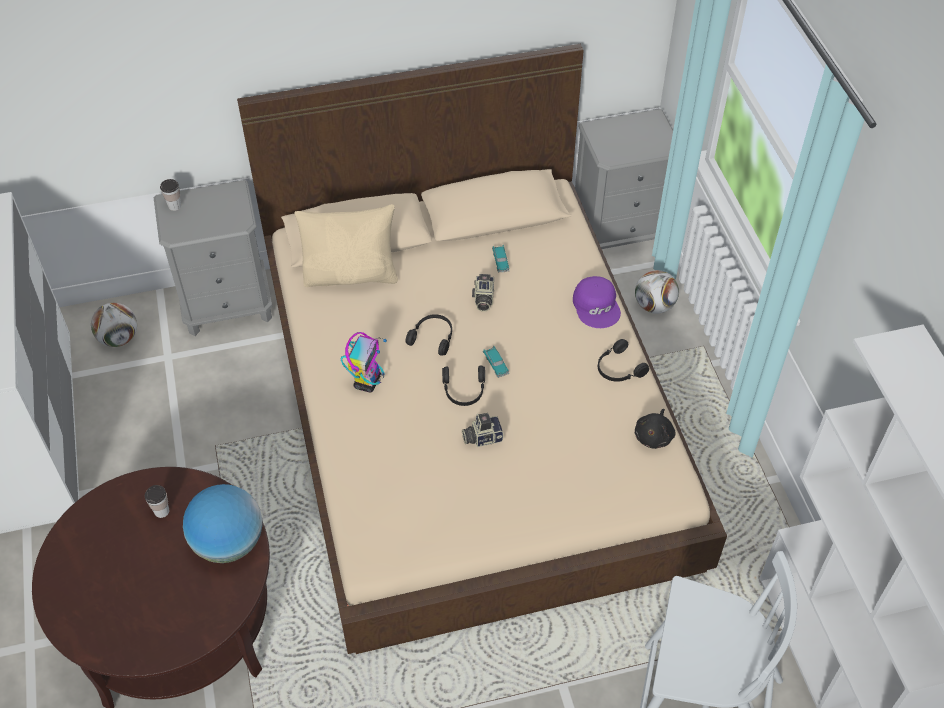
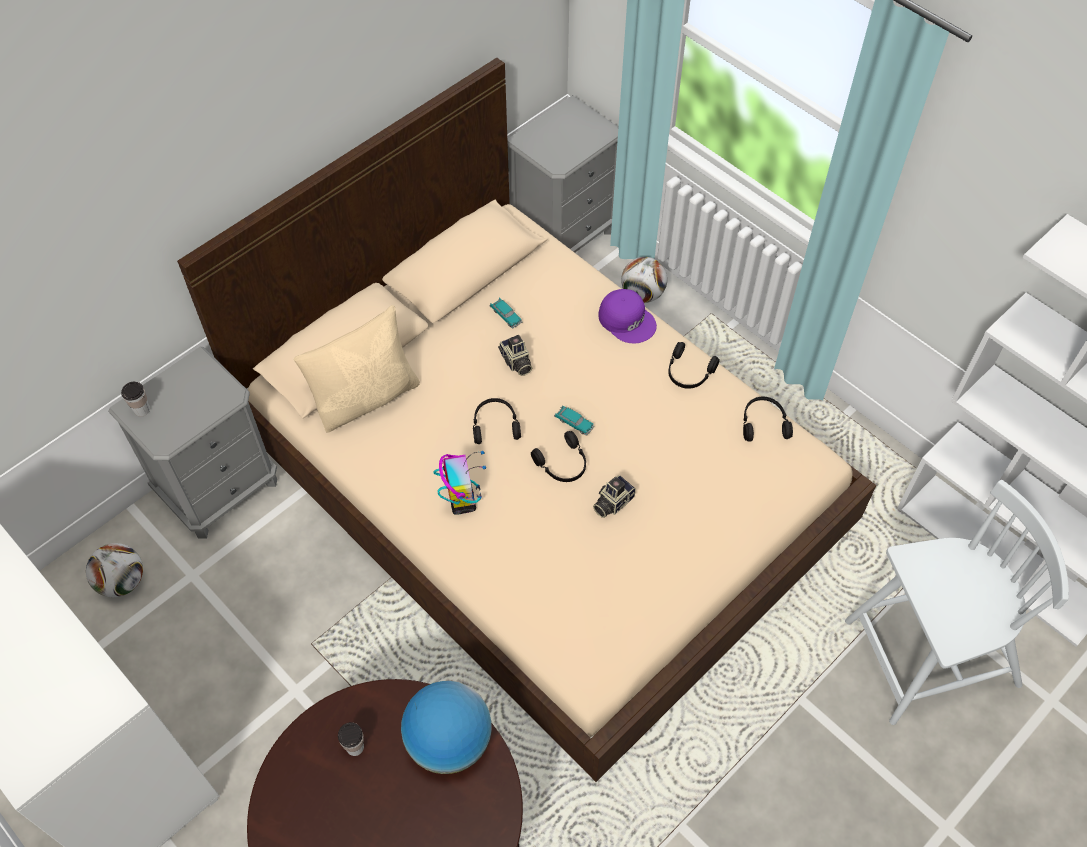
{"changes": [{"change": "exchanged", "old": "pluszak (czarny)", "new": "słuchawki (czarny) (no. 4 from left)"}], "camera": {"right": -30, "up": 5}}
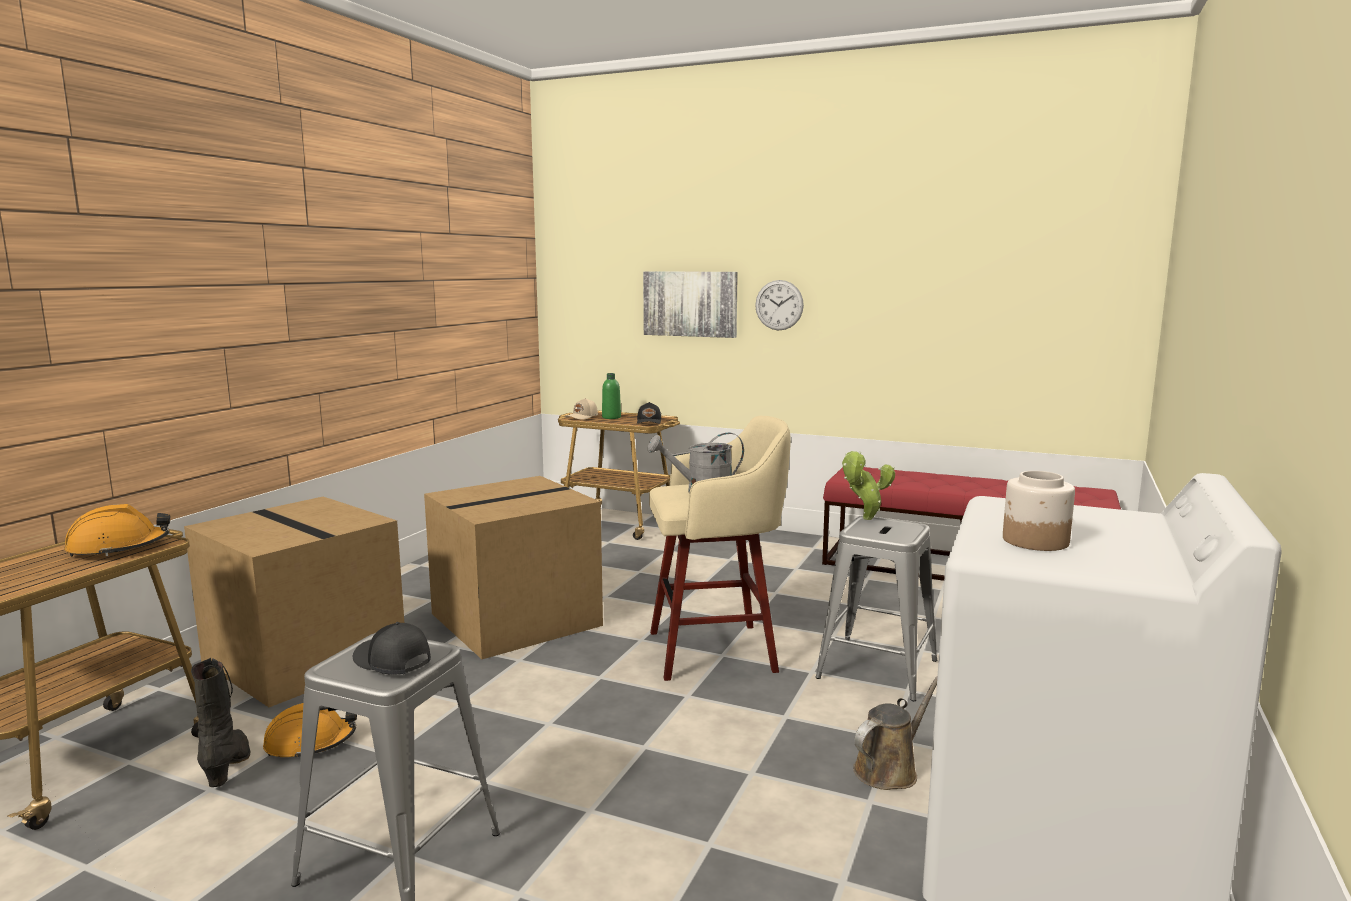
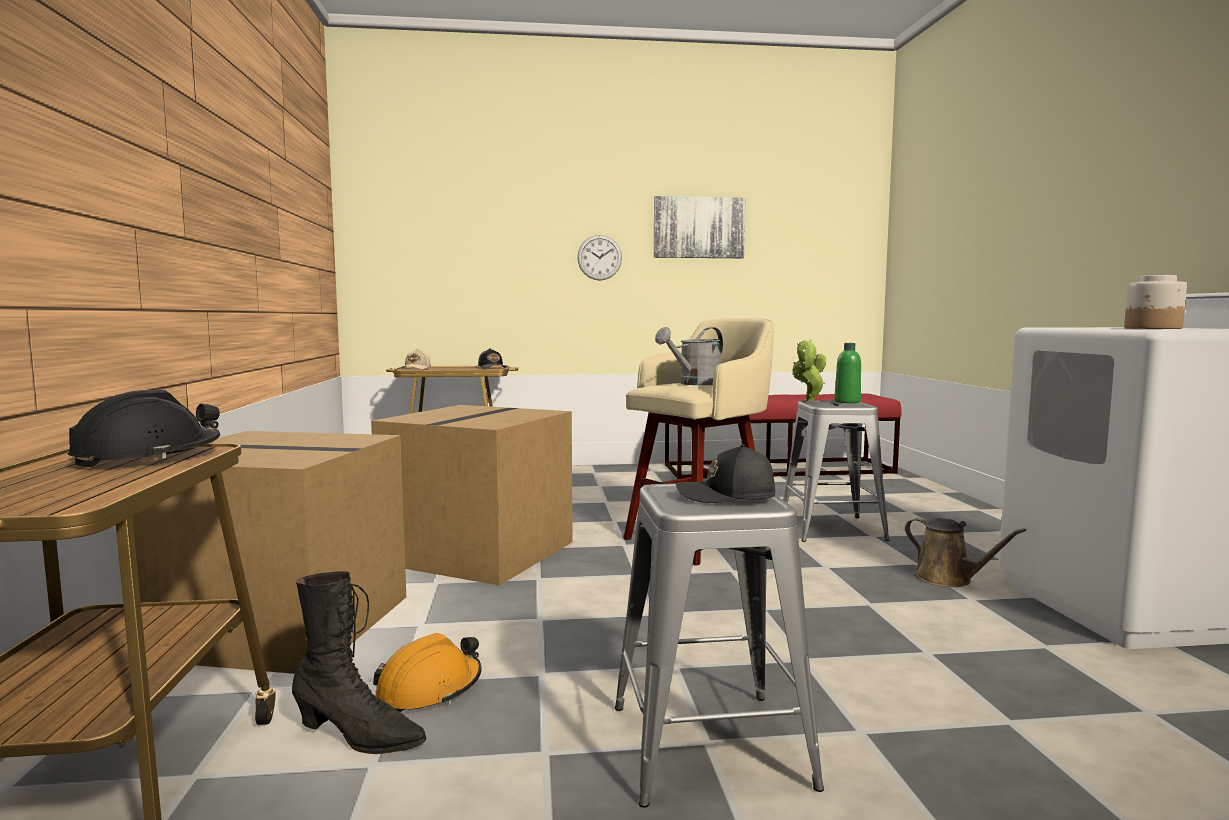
{"changes": [{"change": "relocated", "old": "butelka (zielony)"}, {"change": "relocated", "old": "obraz"}, {"change": "colour", "old": "kask (pomarańczowy) (no. 1 from left)", "new": "kask (czarny)"}, {"change": "spun", "old": "but z cholewką (czarny)", "degrees": 150}, {"change": "spun", "old": "konewka (brązowy)", "degrees": 120}], "camera": {"right": -30, "up": -5}}
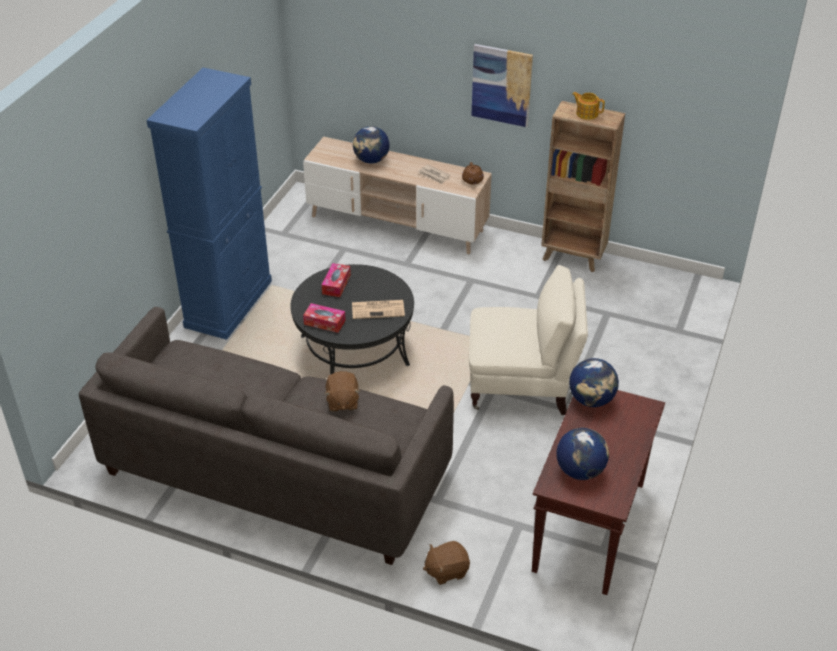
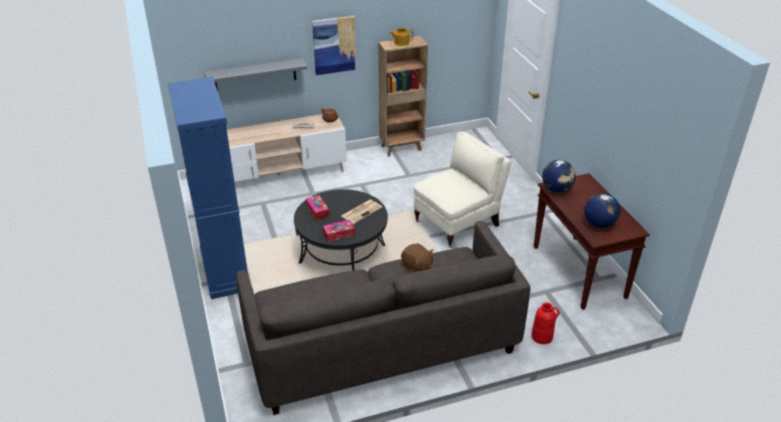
{"changes": [{"change": "missing", "old": "globus (no. 1 from left)"}, {"change": "appeared", "new": "półka (szary)"}, {"change": "exchanged", "old": "pluszak (brązowy) (no. 2 from left)", "new": "wazon (czerwony)"}], "camera": {"right": -40, "up": -5}}
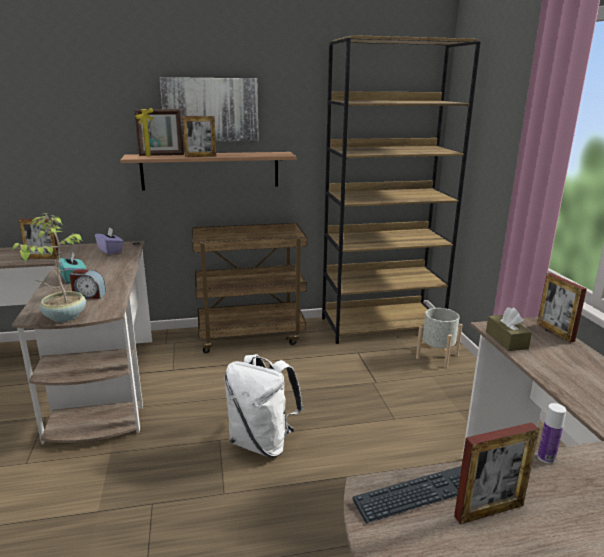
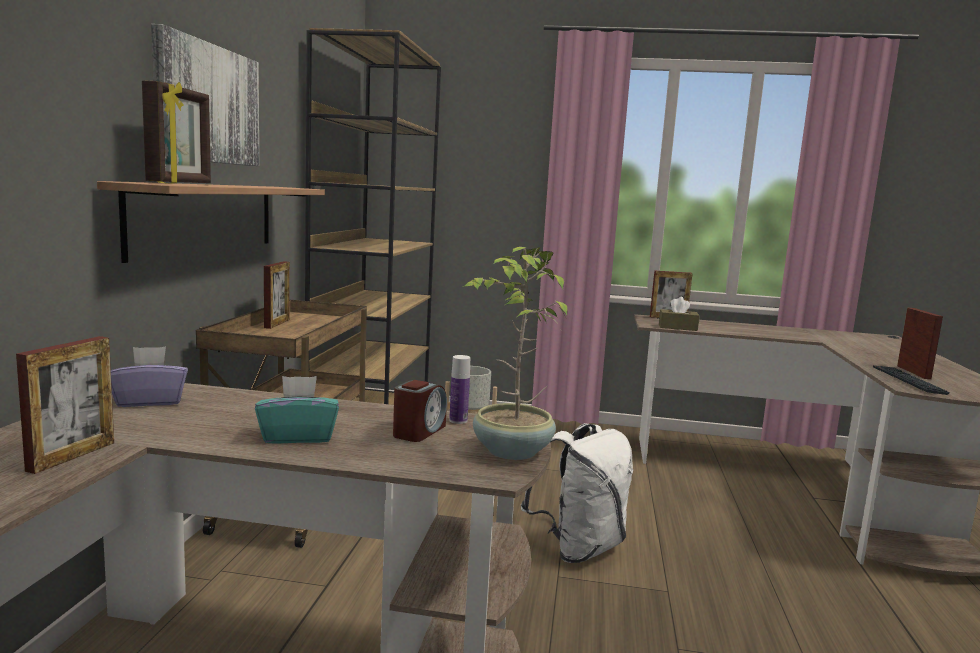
{"changes": [{"change": "relocated", "old": "ramka na zdjęcie (no. 3 from left)"}, {"change": "relocated", "old": "butelka"}], "camera": {"right": -70, "up": -10}}
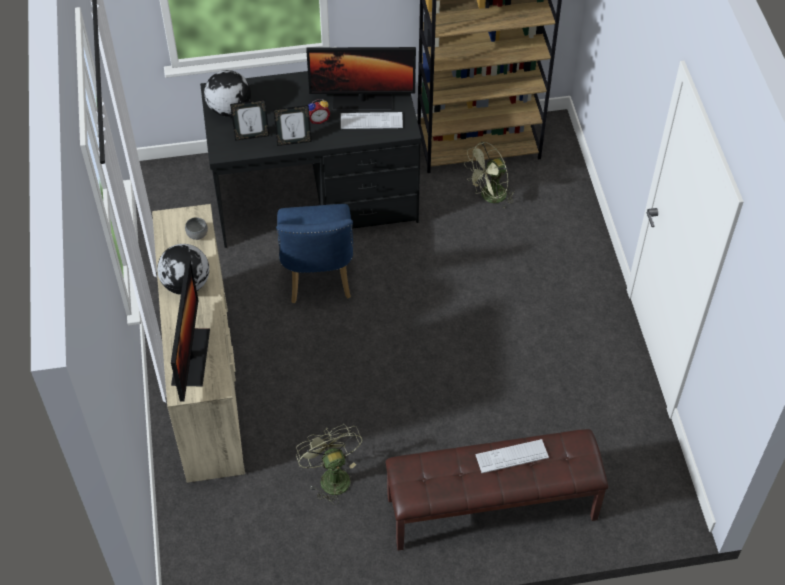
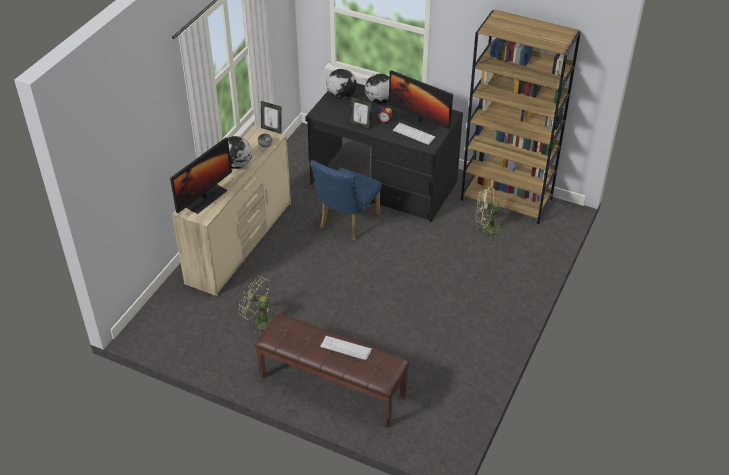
{"changes": [{"change": "appeared", "new": "globus (no. 3 from left)"}, {"change": "relocated", "old": "ramka na zdjęcie (no. 1 from left)"}, {"change": "spun", "old": "wentylator (zielony) (no. 1 from left)", "degrees": -75}], "camera": {"right": 35, "up": -10}}
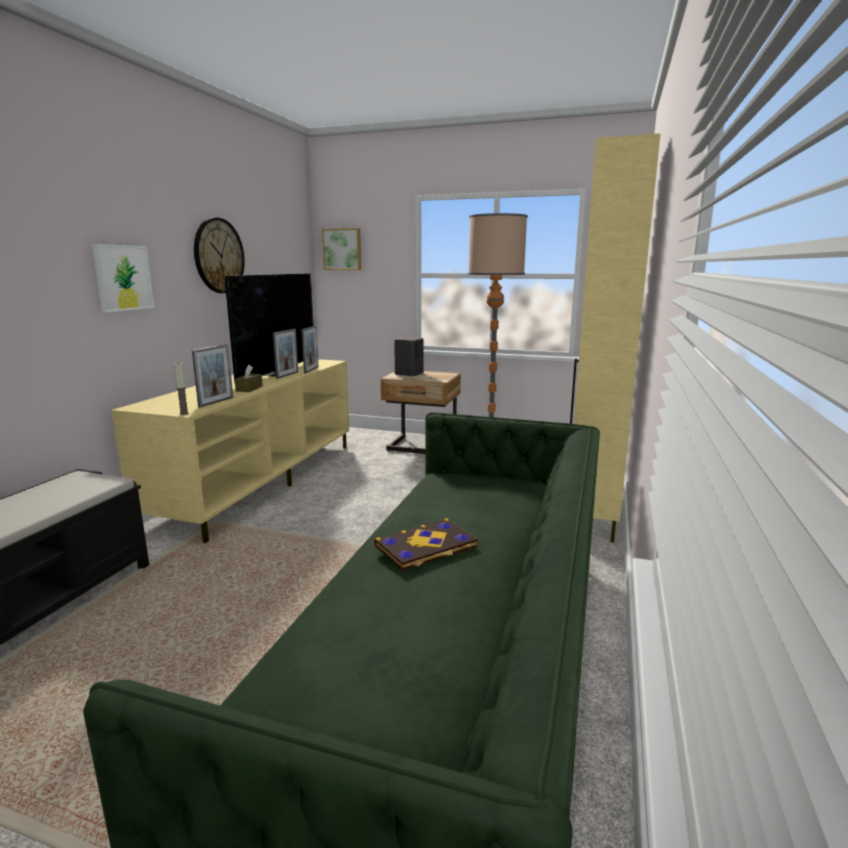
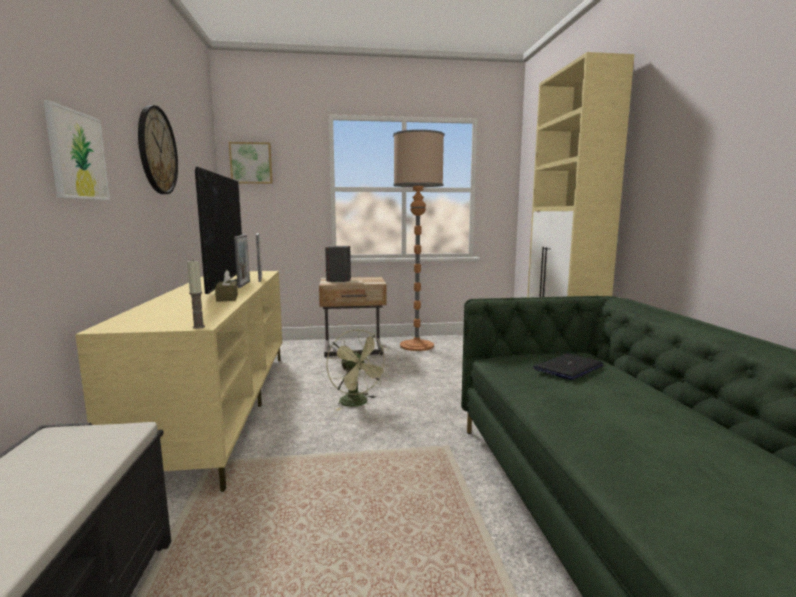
{"changes": [{"change": "missing", "old": "ramka na zdjęcie (no. 1 from left)"}, {"change": "missing", "old": "książka"}, {"change": "appeared", "new": "wentylator (zielony)"}, {"change": "appeared", "new": "laptop"}], "camera": {"right": -25, "up": -5}}
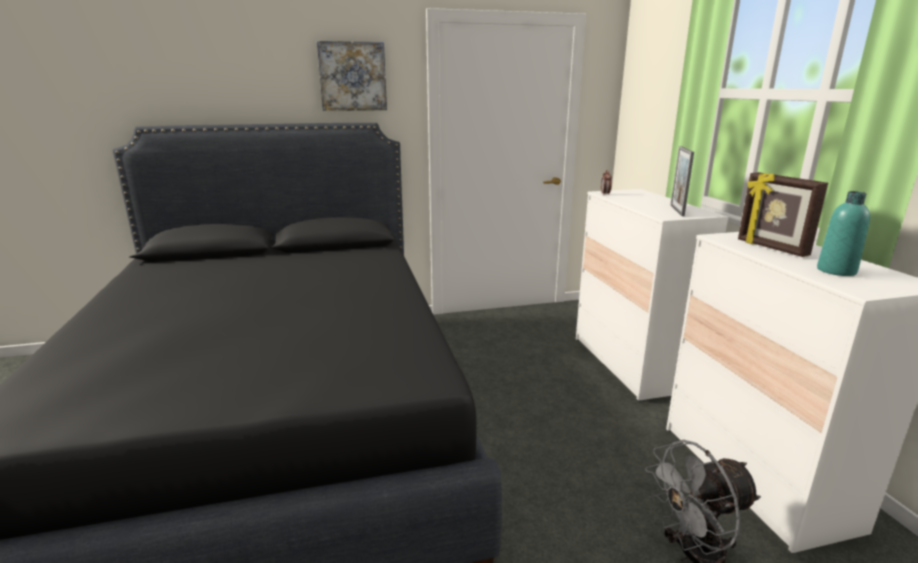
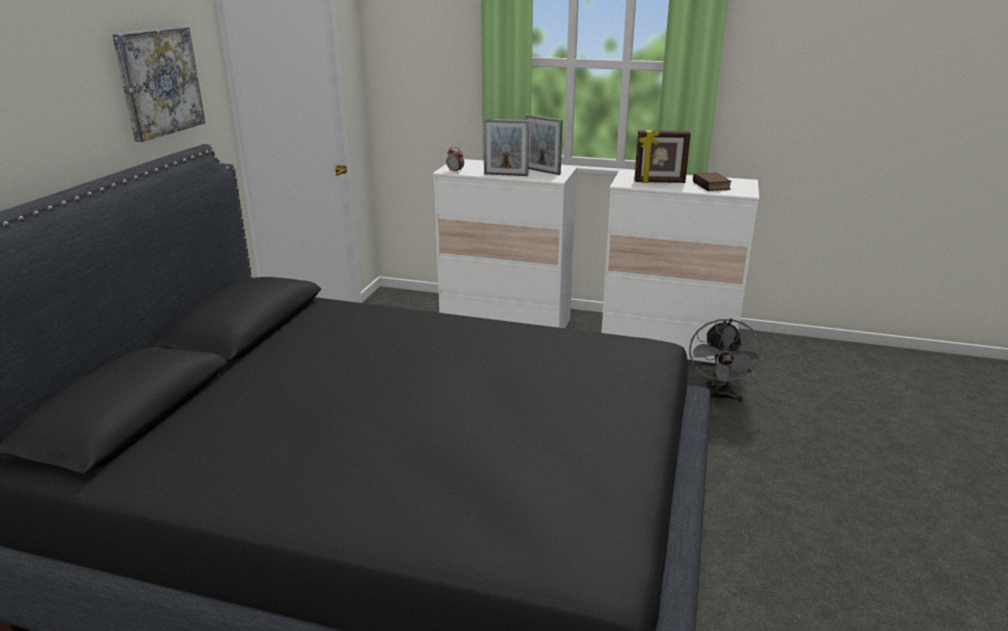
{"changes": [{"change": "appeared", "new": "ramka na zdjęcie (no. 1 from left)"}, {"change": "exchanged", "old": "butelka (turkusowy)", "new": "książka"}], "camera": {"right": -60, "up": 5}}
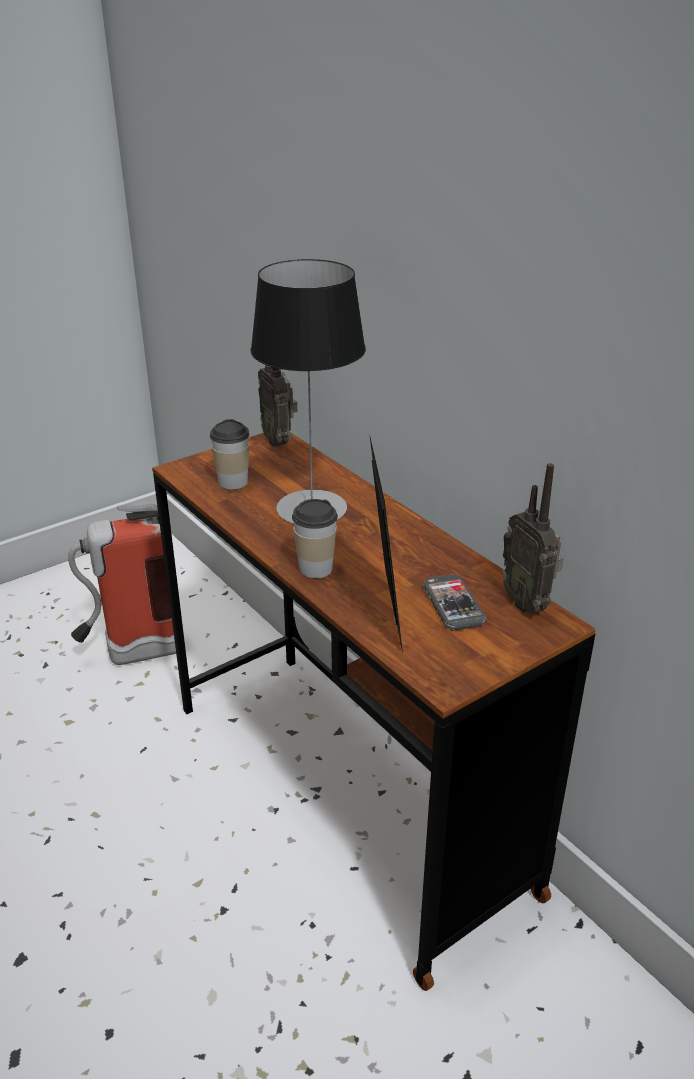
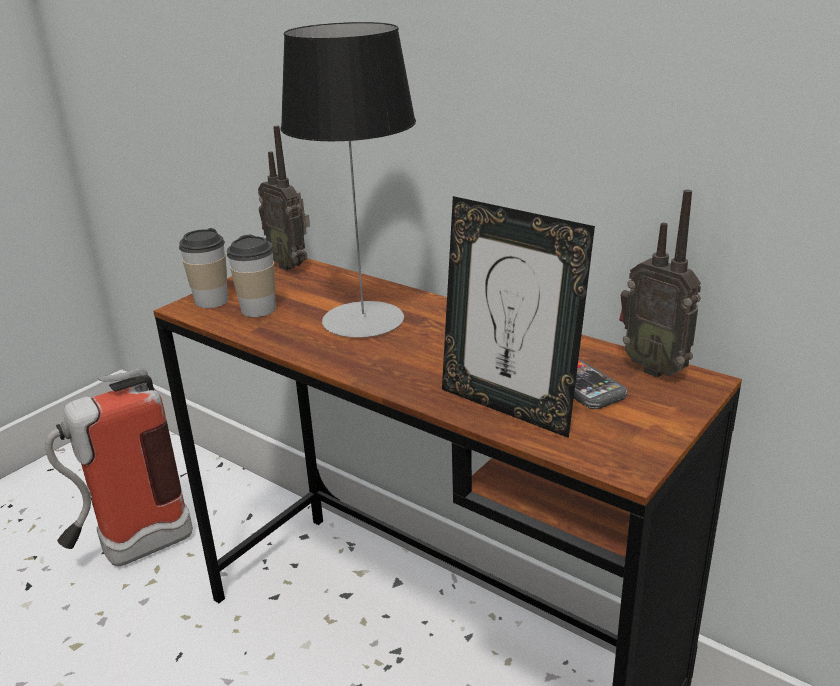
{"changes": [{"change": "relocated", "old": "filiżanka (no. 2 from left in the first image)", "new": "filiżanka (no. 1 from left)"}, {"change": "spun", "old": "ramka na zdjęcie", "degrees": 150}], "camera": {"right": -15, "up": -5}}
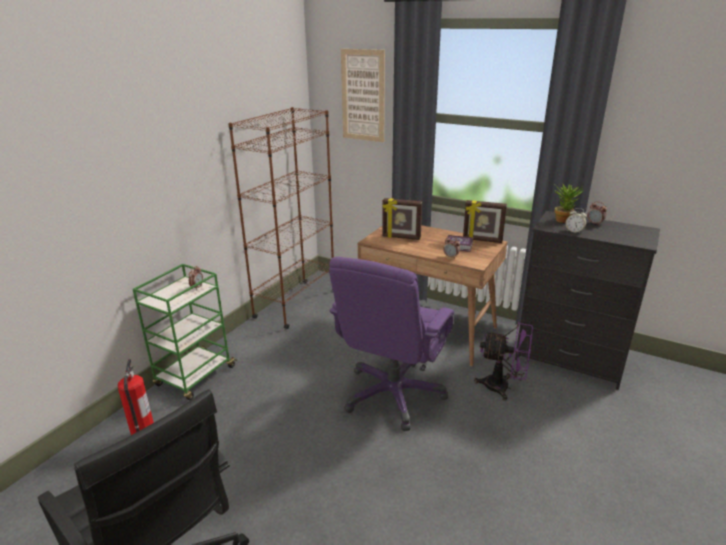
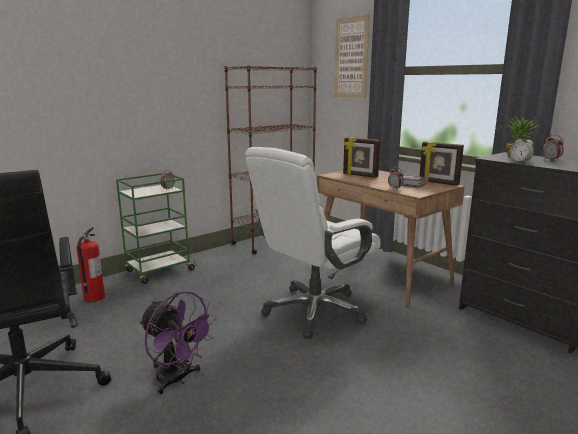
{"changes": [{"change": "relocated", "old": "wentylator (fioletowy)"}, {"change": "colour", "old": "krzesło biurowe (fioletowy)", "new": "krzesło biurowe (biały)"}], "camera": {"right": 20, "up": -10}}
